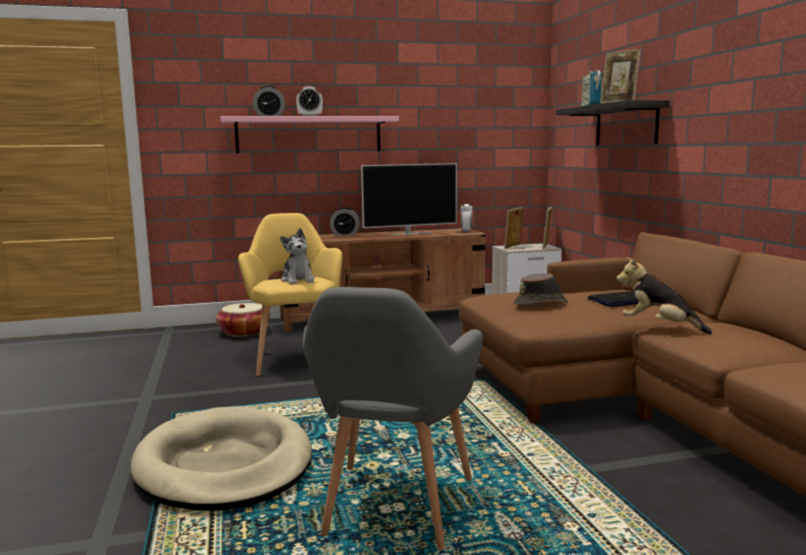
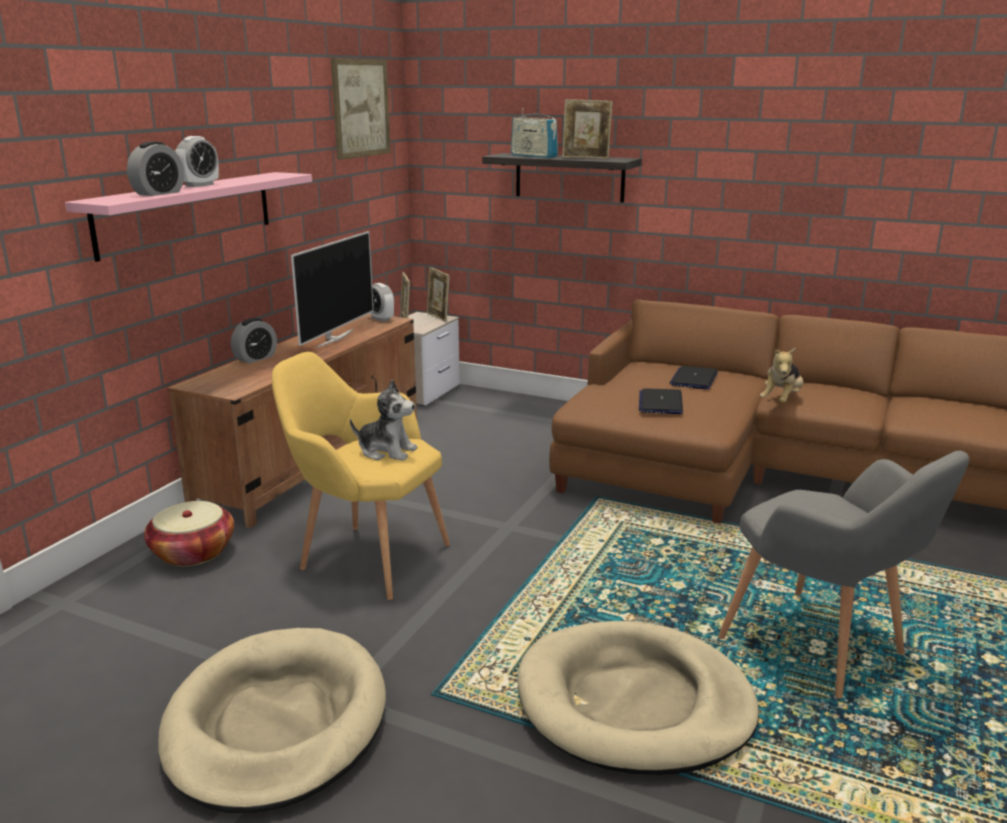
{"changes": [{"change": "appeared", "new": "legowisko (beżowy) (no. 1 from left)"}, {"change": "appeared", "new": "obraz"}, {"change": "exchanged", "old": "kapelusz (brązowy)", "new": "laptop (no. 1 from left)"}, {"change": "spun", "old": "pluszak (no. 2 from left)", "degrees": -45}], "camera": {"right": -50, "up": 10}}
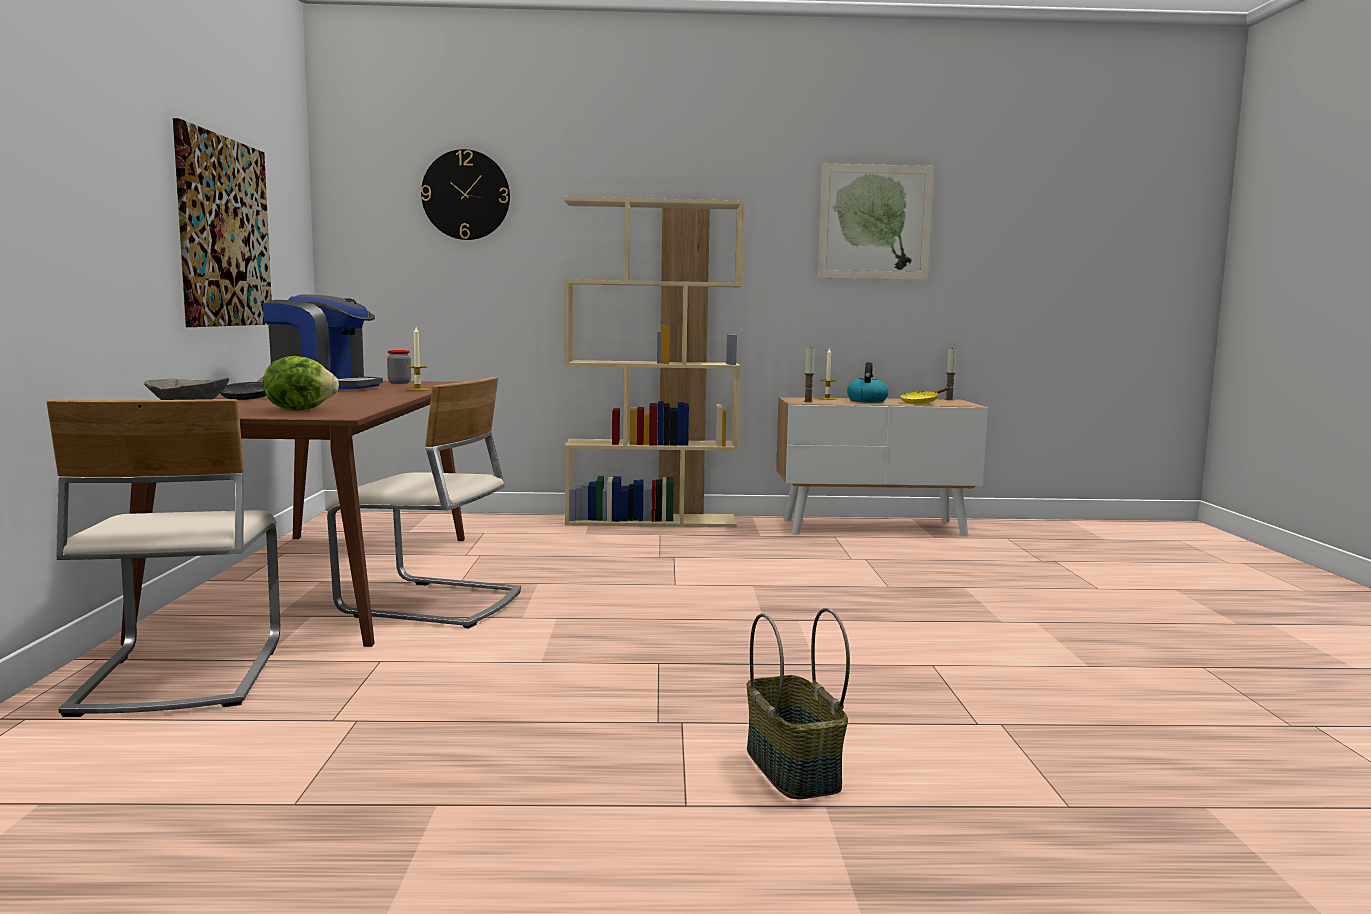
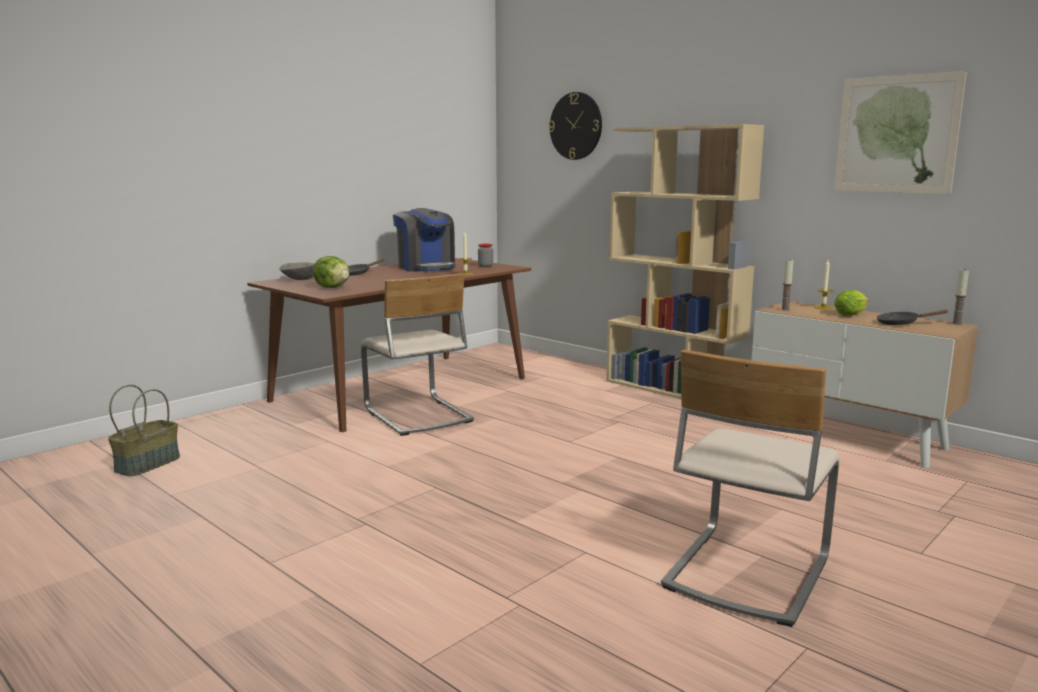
{"changes": [{"change": "missing", "old": "obraz (no. 1 from left)"}, {"change": "relocated", "old": "krzesło (beżowy) (no. 1 from left in the first image)", "new": "krzesło (beżowy) (no. 2 from left)"}, {"change": "relocated", "old": "koszyk"}, {"change": "exchanged", "old": "czajnik", "new": "sałata (no. 2 from left)"}, {"change": "colour", "old": "patelnia (żółty)", "new": "patelnia (czarny) (no. 2 from left)"}], "camera": {"right": 45, "up": 5}}
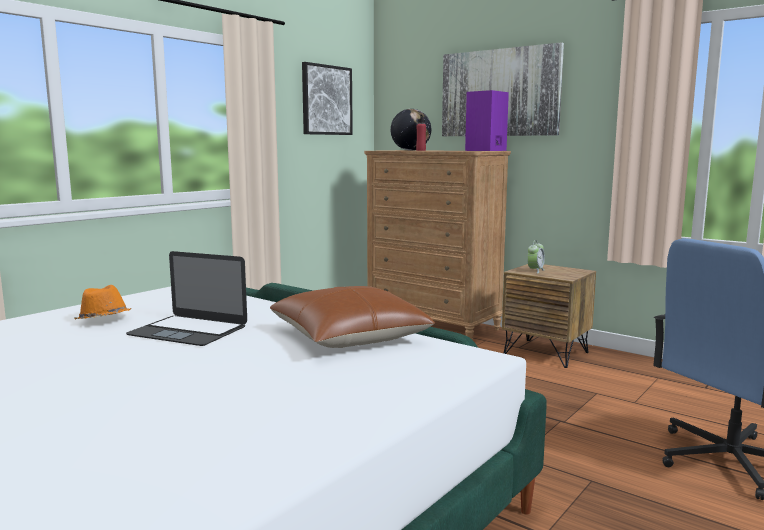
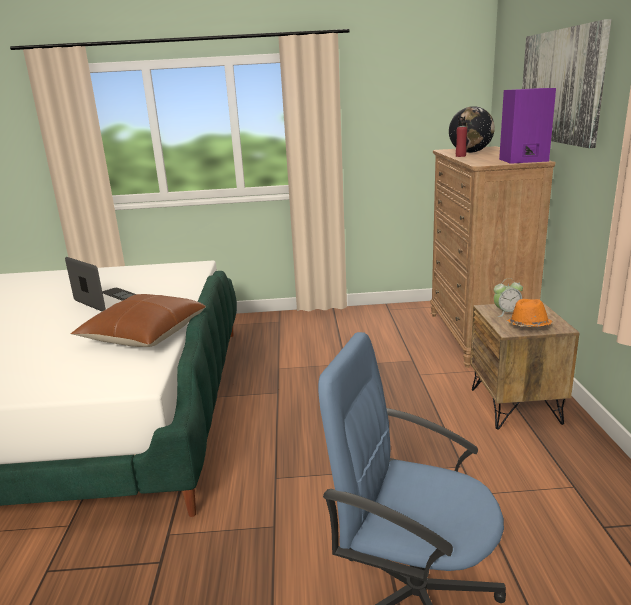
{"changes": [{"change": "missing", "old": "obraz (no. 1 from left)"}, {"change": "relocated", "old": "kapelusz (pomarańczowy)"}, {"change": "spun", "old": "laptop", "degrees": 150}], "camera": {"right": 50, "up": 10}}
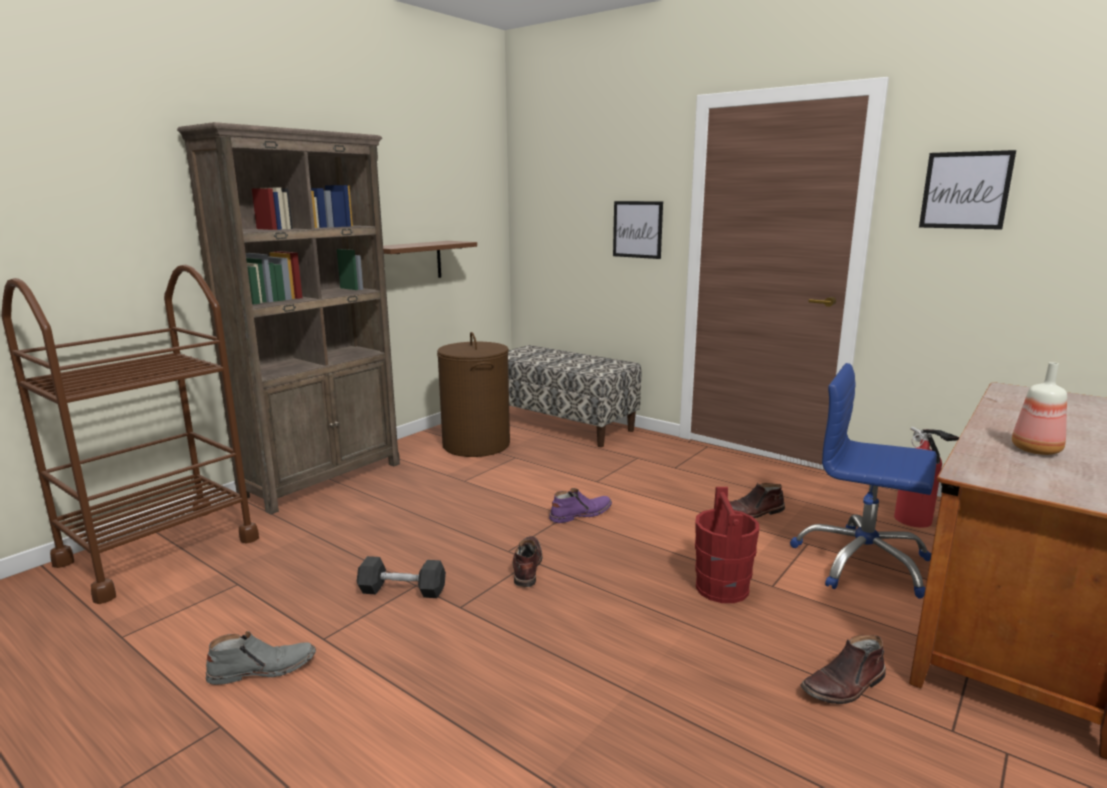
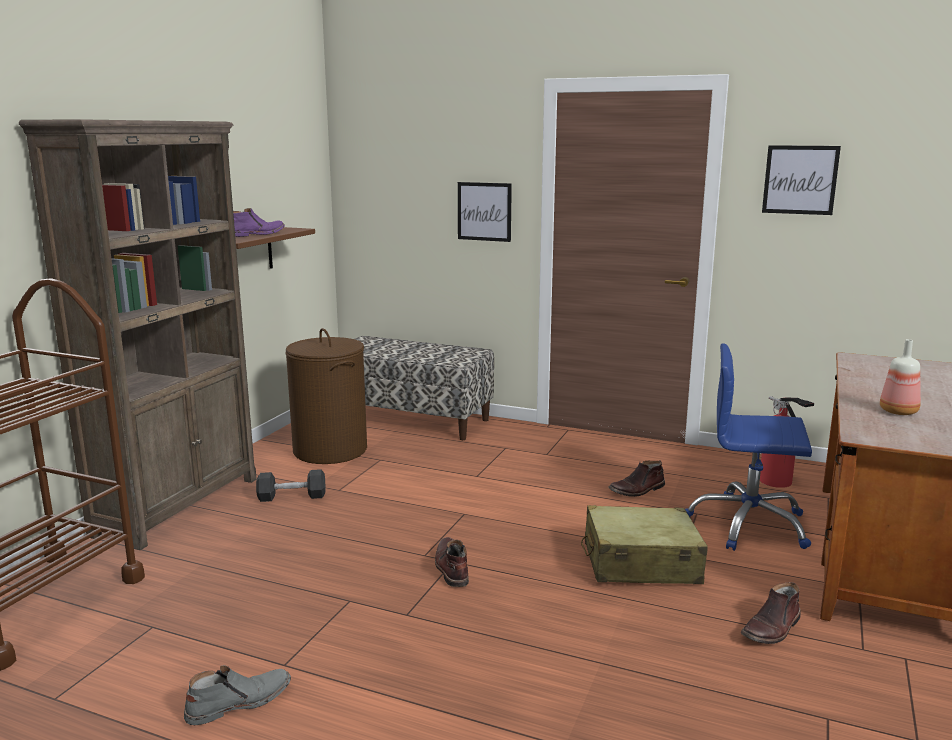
{"changes": [{"change": "relocated", "old": "hantel (szary)"}, {"change": "relocated", "old": "but z cholewką (fioletowy)"}, {"change": "exchanged", "old": "wiadro (czerwony)", "new": "walizka (beżowy)"}], "camera": {"right": -15, "up": 0}}
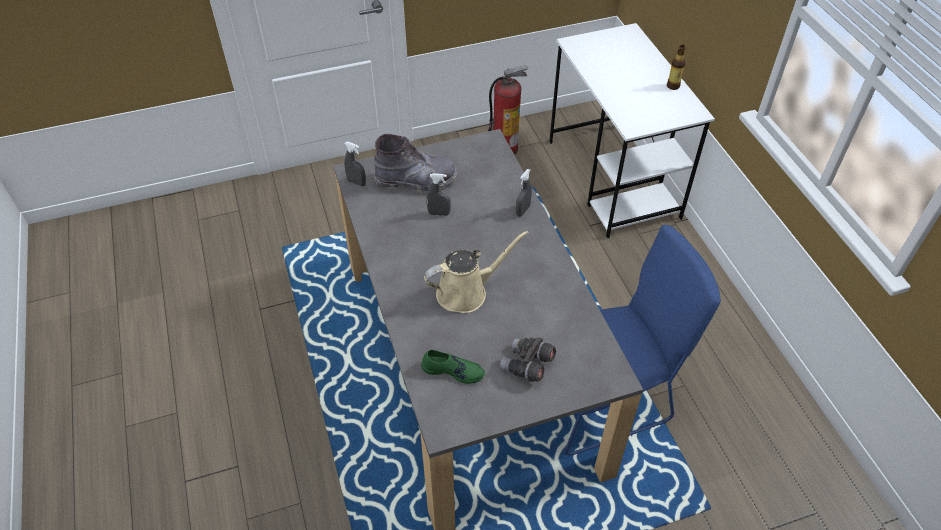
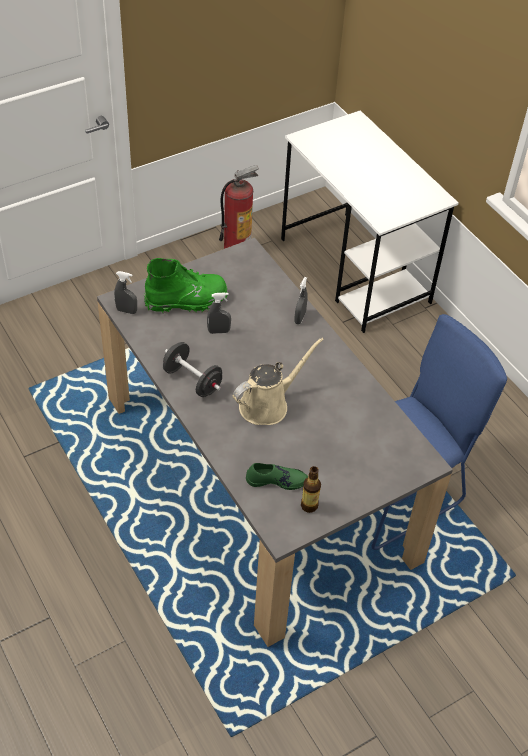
{"changes": [{"change": "missing", "old": "lornetka (szary)"}, {"change": "appeared", "new": "hantel (czarny)"}, {"change": "relocated", "old": "butelka"}, {"change": "colour", "old": "but z cholewką (szary)", "new": "but z cholewką (zielony)"}], "camera": {"right": -15, "up": 0}}
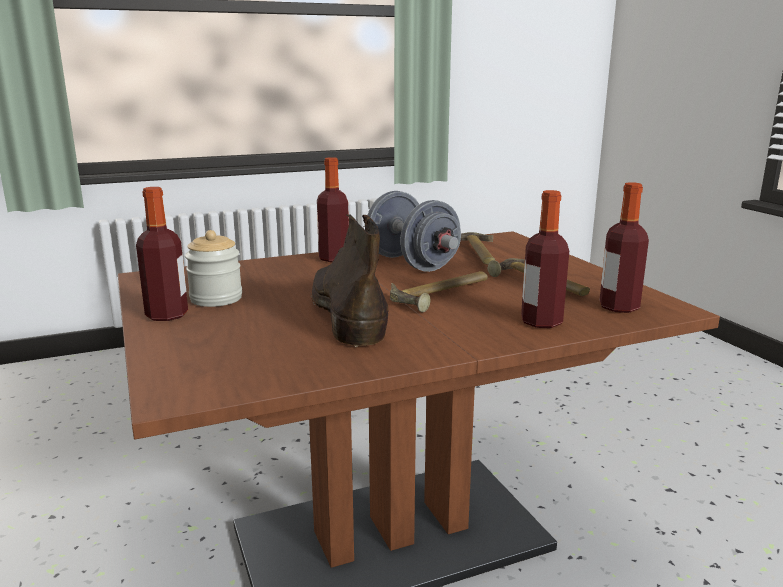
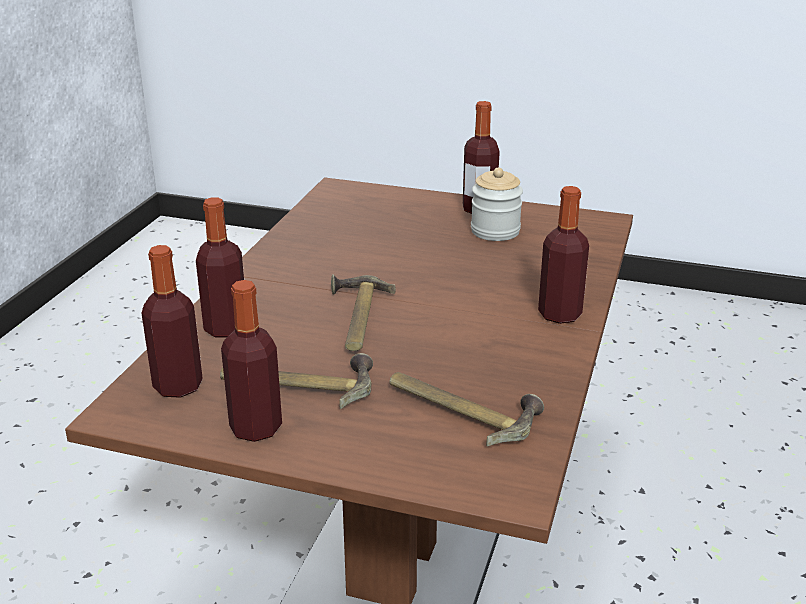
{"changes": [{"change": "missing", "old": "but z cholewką (brązowy)"}, {"change": "missing", "old": "hantel (szary)"}, {"change": "appeared", "new": "butelka (no. 3 from left)"}], "camera": {"right": 130, "up": 10}}
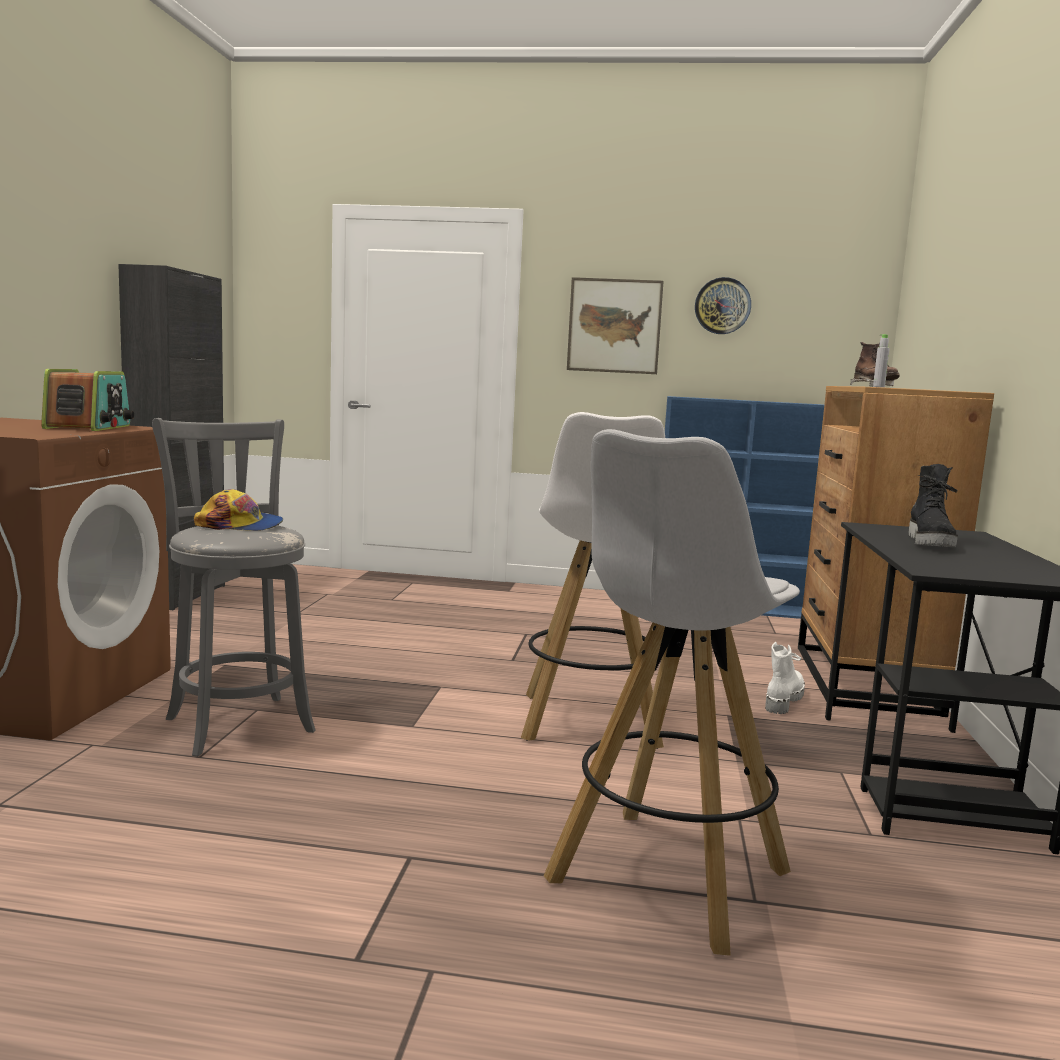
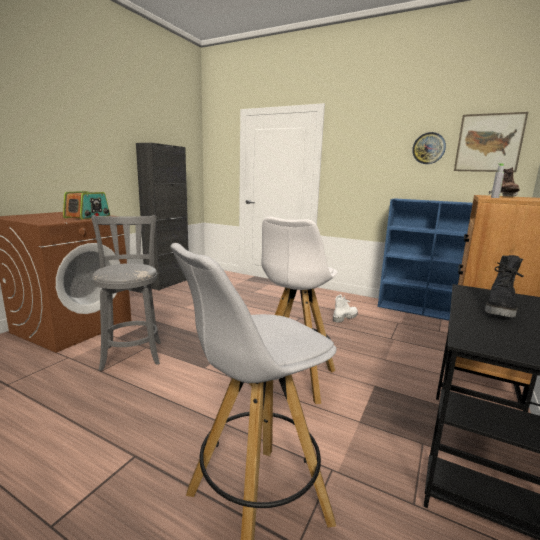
{"changes": [{"change": "missing", "old": "czapka z daszkiem"}, {"change": "relocated", "old": "obraz"}, {"change": "relocated", "old": "but z cholewką (biały)"}], "camera": {"right": 20, "up": 5}}
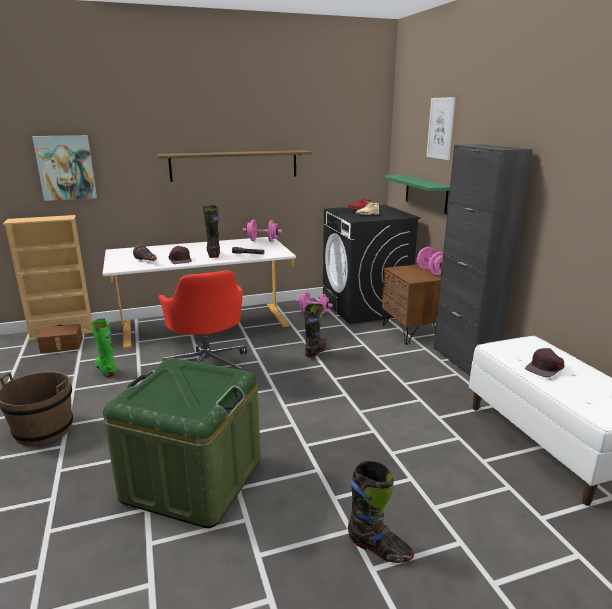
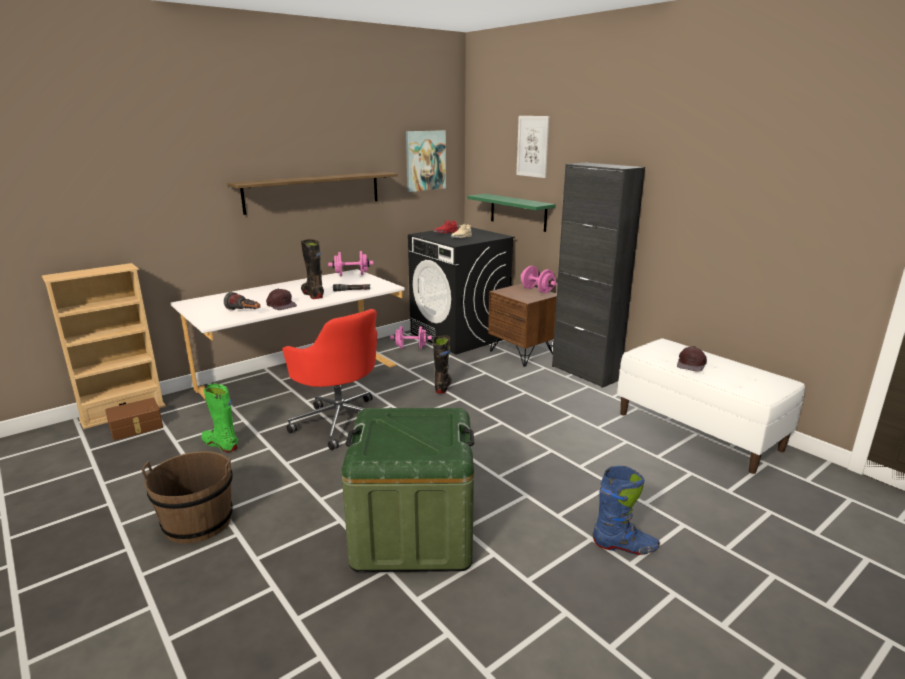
{"changes": [{"change": "relocated", "old": "obraz (no. 1 from left)"}, {"change": "colour", "old": "but z cholewką (czarny) (no. 3 from left)", "new": "but z cholewką (niebieski)"}], "camera": {"right": -20, "up": 0}}
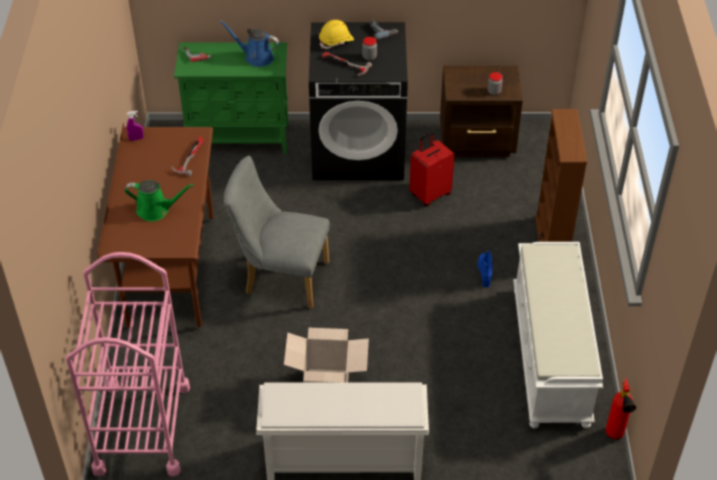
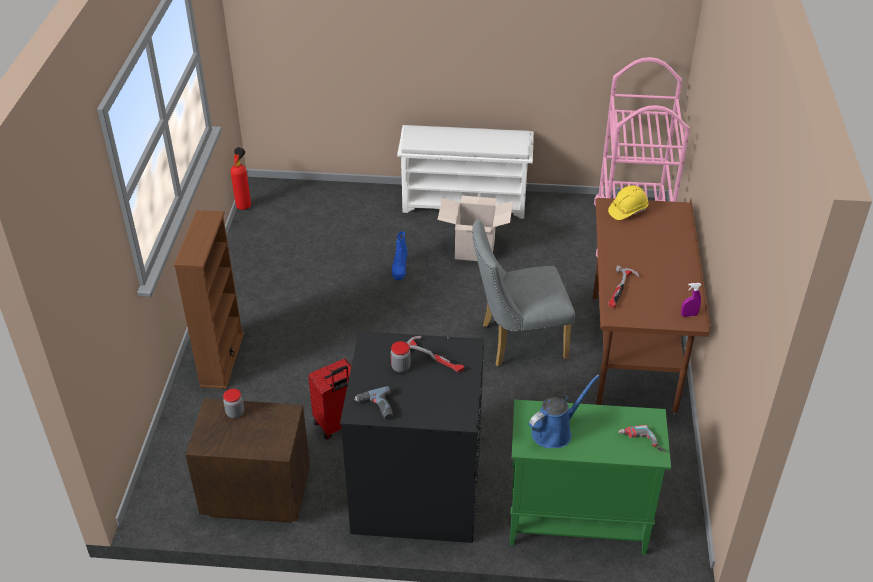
{"changes": [{"change": "missing", "old": "konewka (zielony)"}, {"change": "missing", "old": "ławka (biały)"}, {"change": "relocated", "old": "kask (żółty)"}, {"change": "relocated", "old": "but z cholewką (niebieski)"}, {"change": "spun", "old": "konewka (niebieski)", "degrees": -60}, {"change": "spun", "old": "krzesło (szary)", "degrees": 150}], "camera": {"right": -175, "up": -5}}
